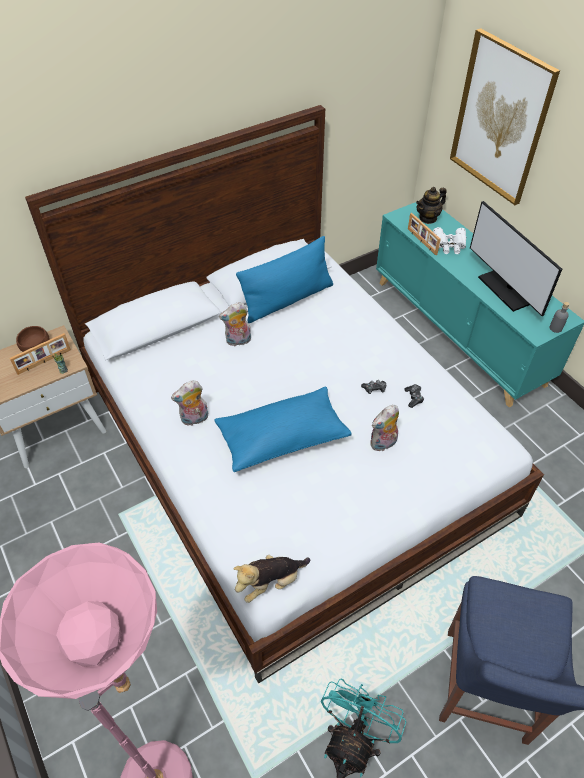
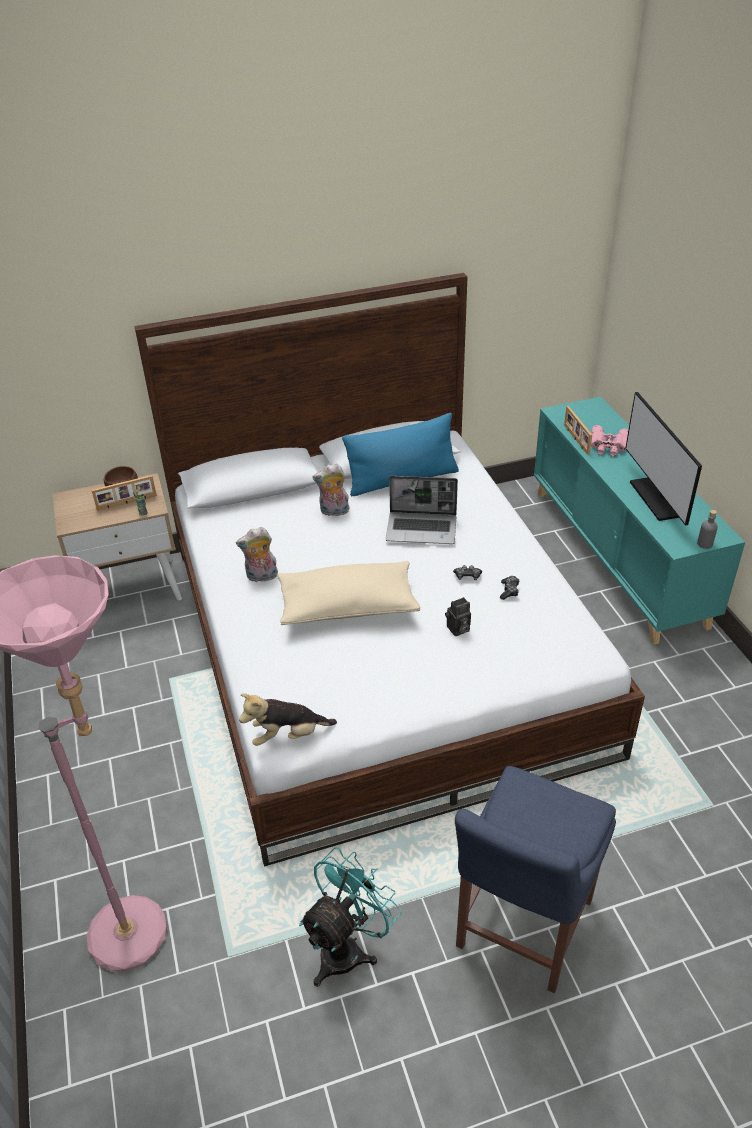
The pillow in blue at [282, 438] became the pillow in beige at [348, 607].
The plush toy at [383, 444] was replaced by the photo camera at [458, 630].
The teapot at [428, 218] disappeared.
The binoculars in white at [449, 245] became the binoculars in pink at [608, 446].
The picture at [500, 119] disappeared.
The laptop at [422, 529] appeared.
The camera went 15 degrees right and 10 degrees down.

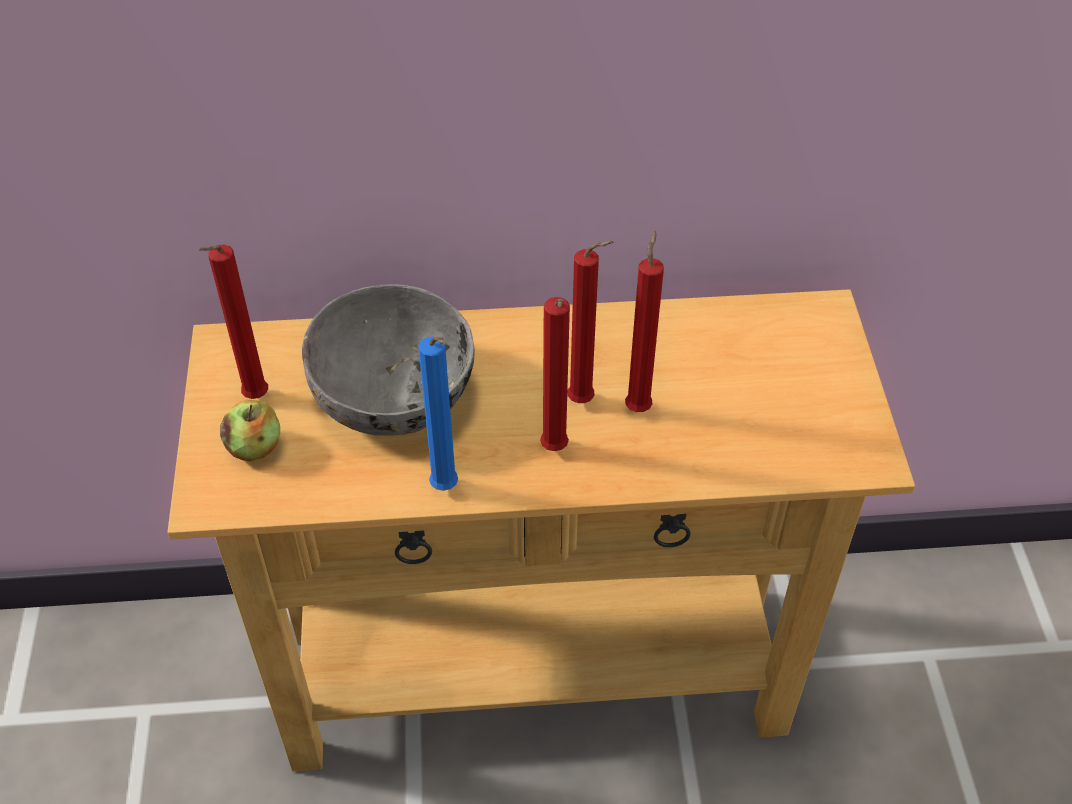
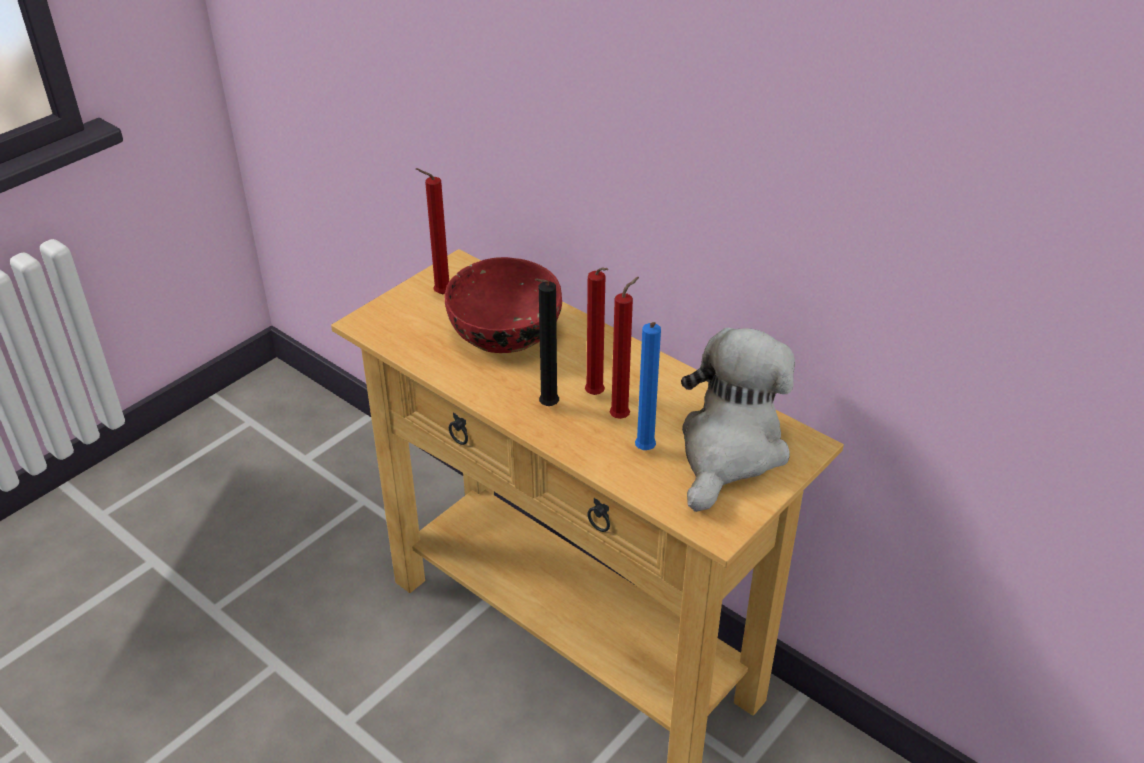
The apple at [255, 447] disappeared.
The bowl in grey at [394, 396] became the bowl in red at [504, 334].
The candle in blue moved from [446, 490] to [644, 452].
The candle in red at [554, 451] became the candle in black at [546, 407].
The plush toy at [729, 450] appeared.
The camera went 45 degrees right and 10 degrees down.

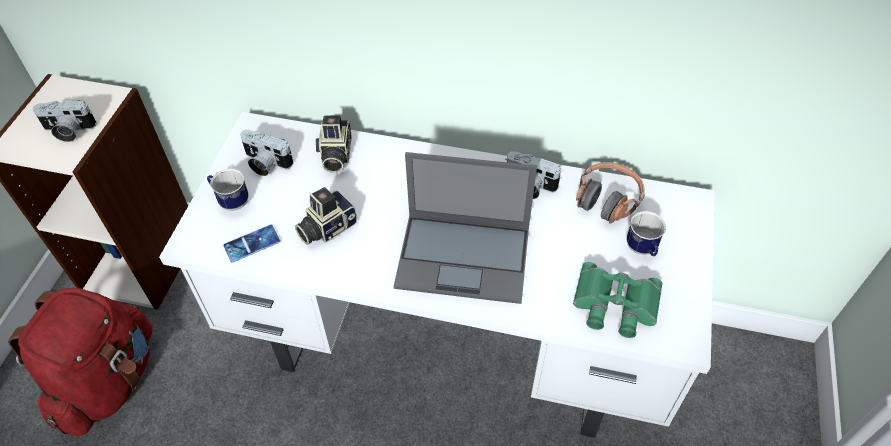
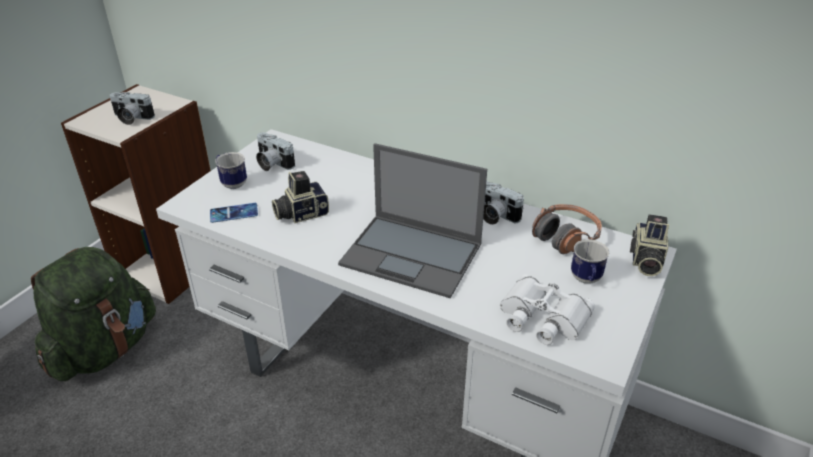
The backpack in red at [108, 381] became the backpack in green at [105, 349].
The photo camera moved from [335, 155] to [645, 260].
The binoculars in green at [614, 305] became the binoculars in white at [541, 317].
The camera went 15 degrees right and 15 degrees down.

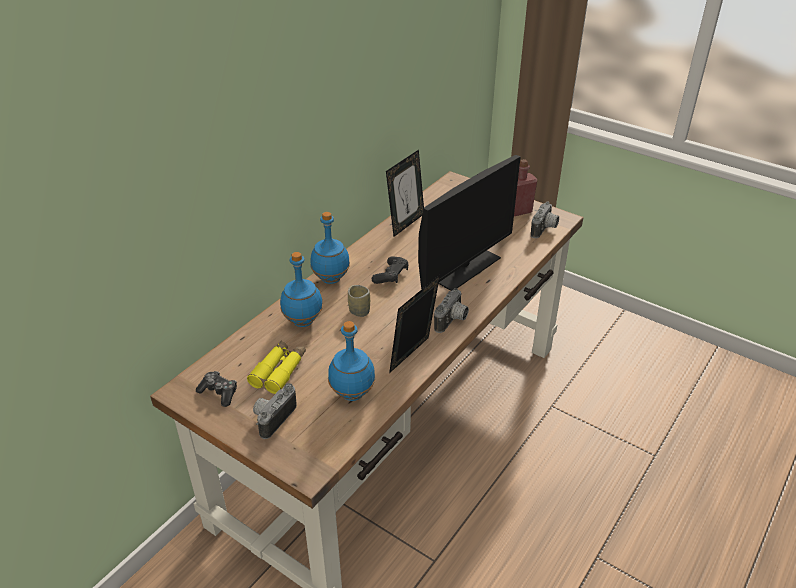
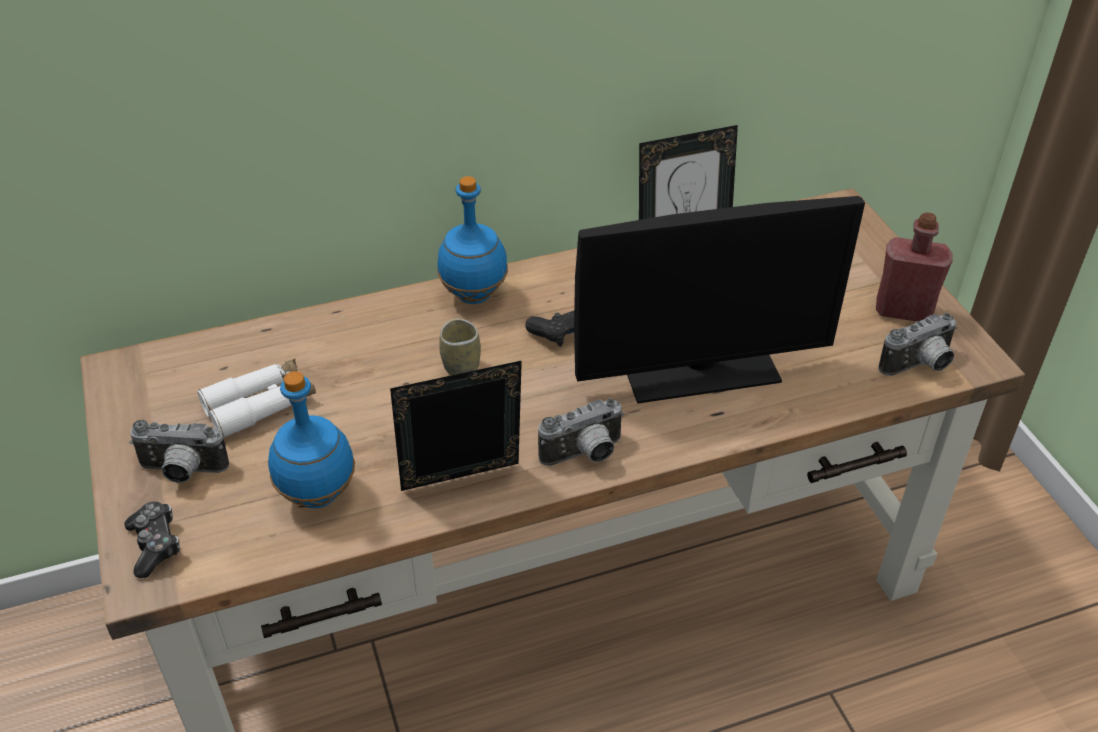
The game controller moved from [219, 392] to [155, 544].
The binoculars in yellow at [279, 371] became the binoculars in white at [260, 405].
The photo camera at [273, 418] turned 150 degrees counterclockwise.
The bottle in blue at [303, 321] disappeared.
The camera went 35 degrees right and 5 degrees up.

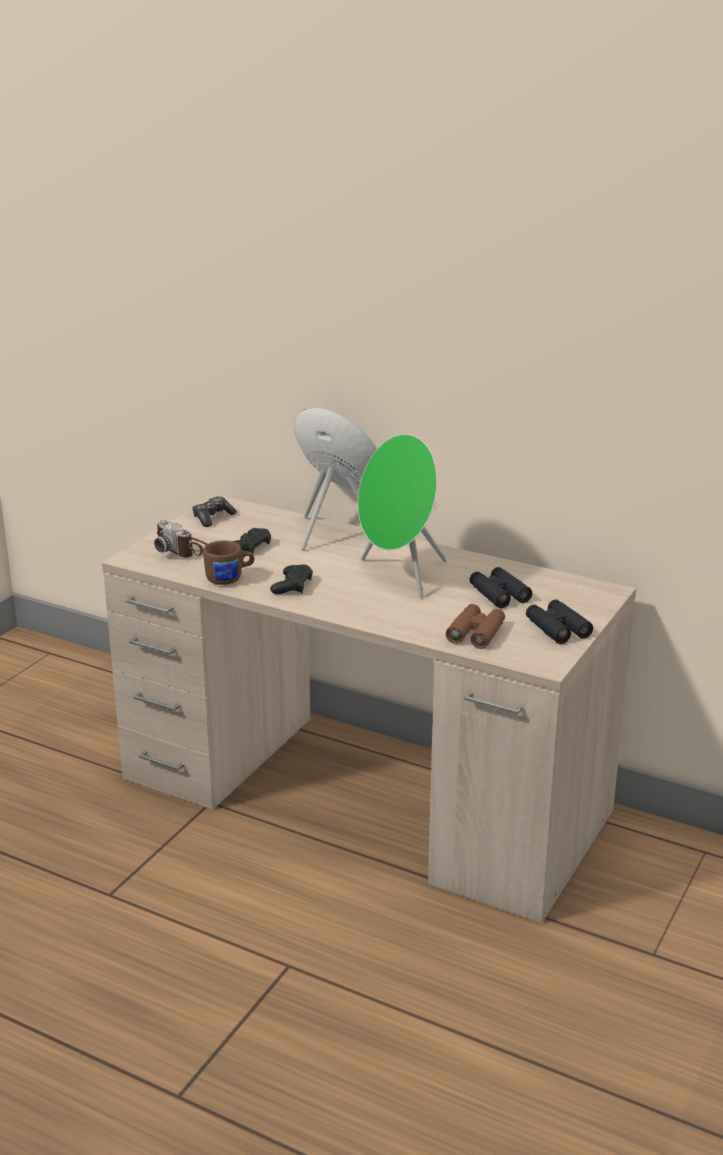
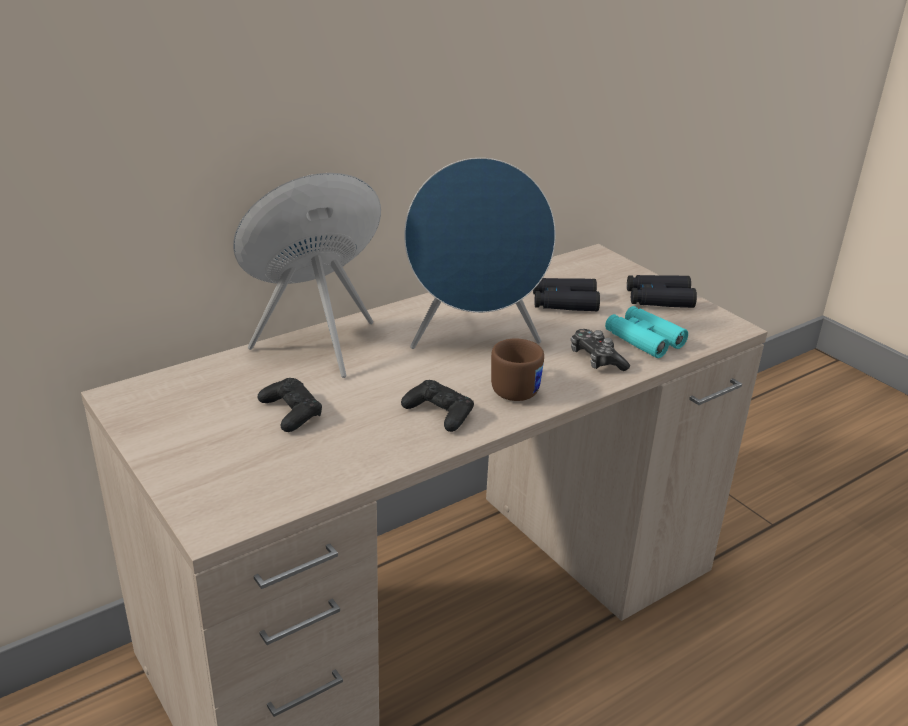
The photo camera at [182, 548] disappeared.
The game controller moved from [212, 518] to [596, 359].
The mug in brown moved from [230, 579] to [516, 387].
The speaker in green at [400, 575] became the speaker in blue at [474, 338].
The binoculars in brown at [476, 633] became the binoculars in turquoise at [644, 339].
The camera went 65 degrees left and 5 degrees up.

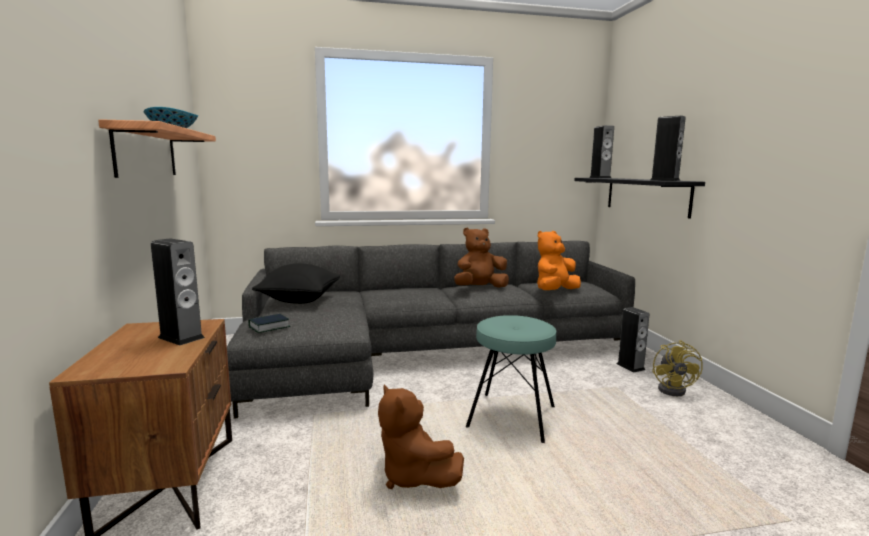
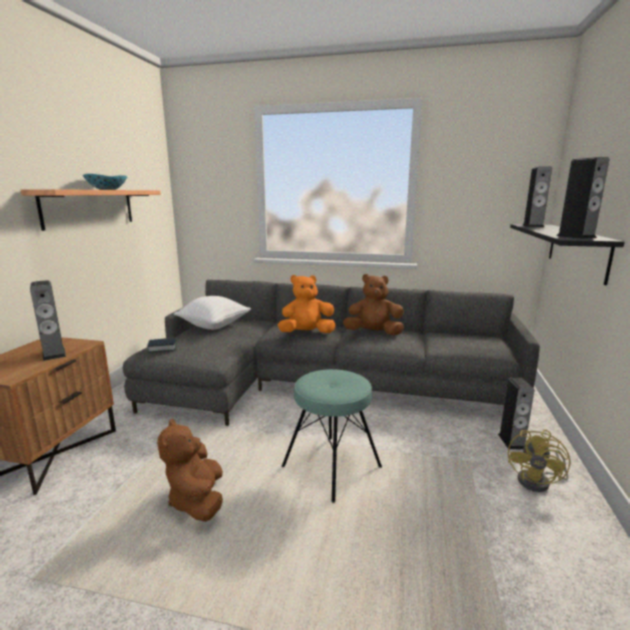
The pillow in black at [299, 300] became the pillow in white at [214, 326].
The plush toy in orange moved from [555, 291] to [306, 333].
The camera went 25 degrees right and 5 degrees up.

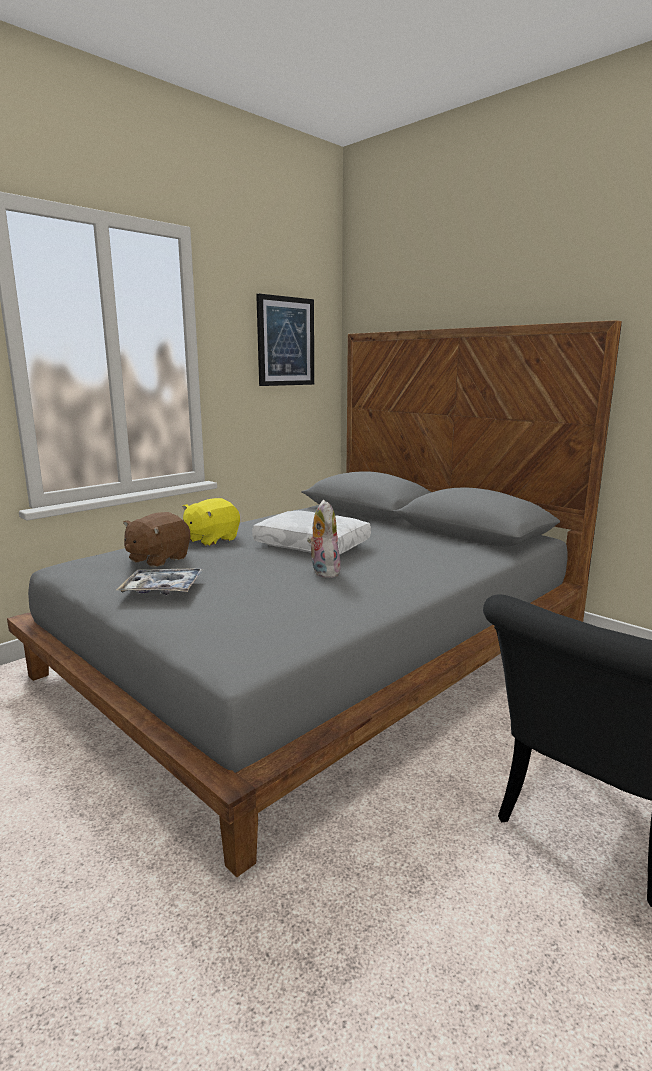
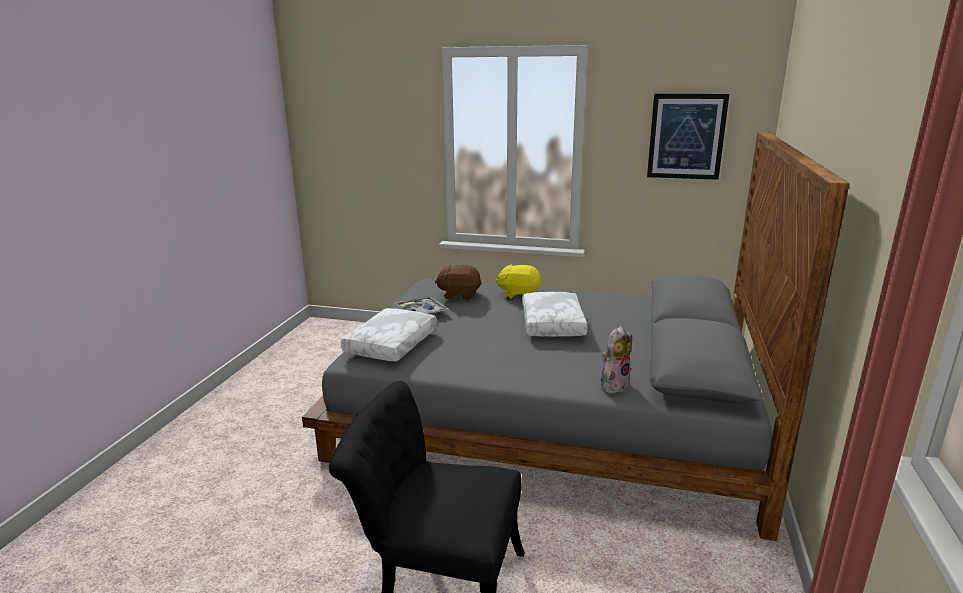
The plush toy moved from [323, 571] to [613, 385].
The pillow in white at [392, 345] appeared.
The camera went 60 degrees right and 5 degrees up.

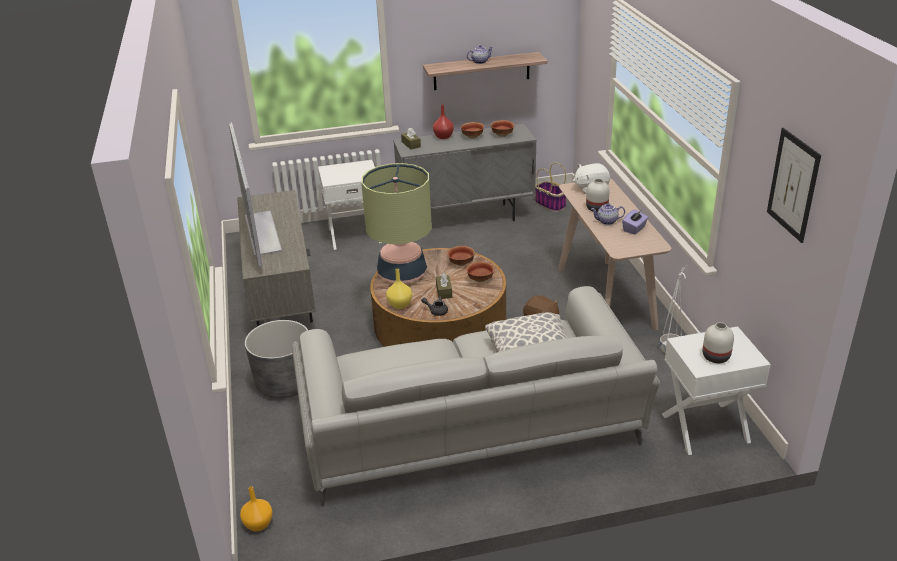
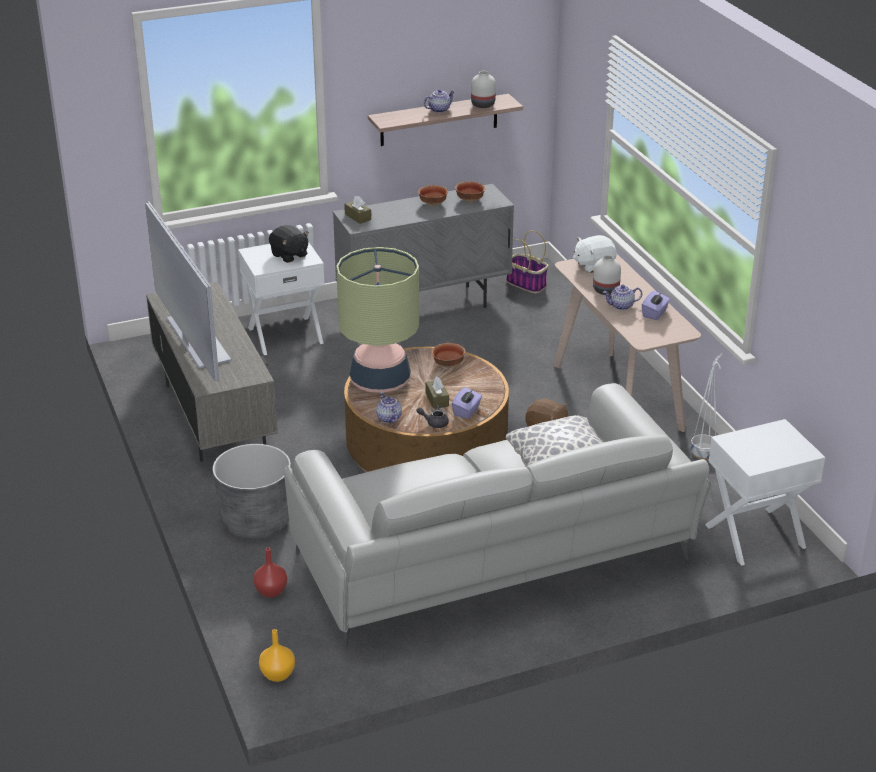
The vase in yellow at [399, 305] was replaced by the teapot at [388, 418].
The vase in red moved from [443, 137] to [270, 592].
The bowl at [480, 280] disappeared.
The vase in white moved from [716, 357] to [483, 105].
The picture at [793, 185] disappeared.
The plush toy in black at [289, 255] appeared.
The tissue box in purple at [467, 411] appeared.
The camera went 10 degrees left and 0 degrees up.

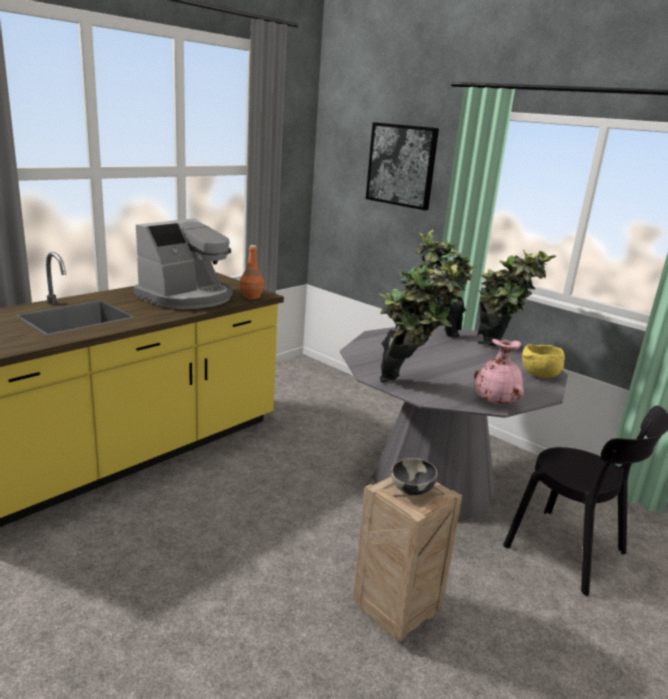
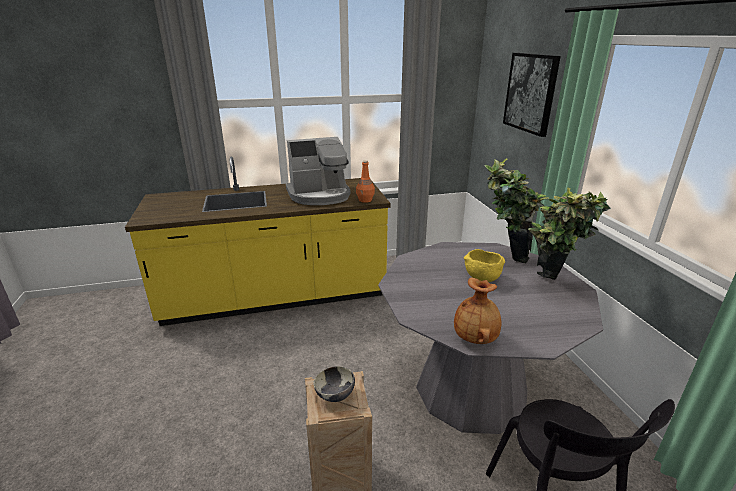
The potted plant at [408, 381] disappeared.
The vase in pink at [495, 402] became the vase in brown at [476, 338].
The bowl in yellow moved from [539, 376] to [481, 278].
The camera went 35 degrees right and 5 degrees up.

